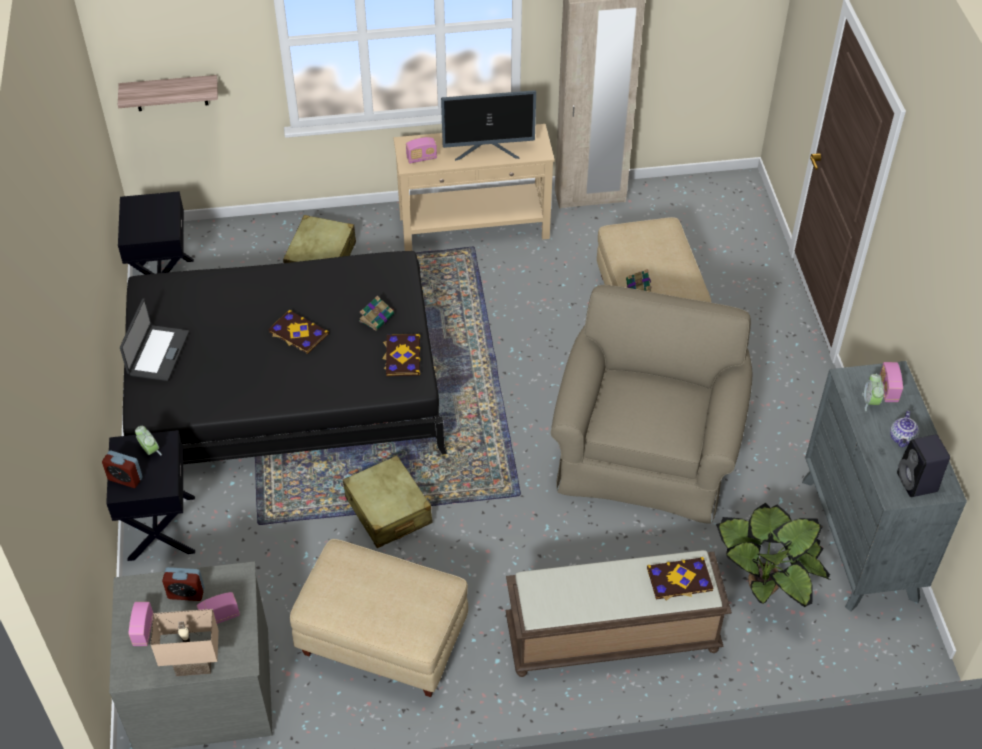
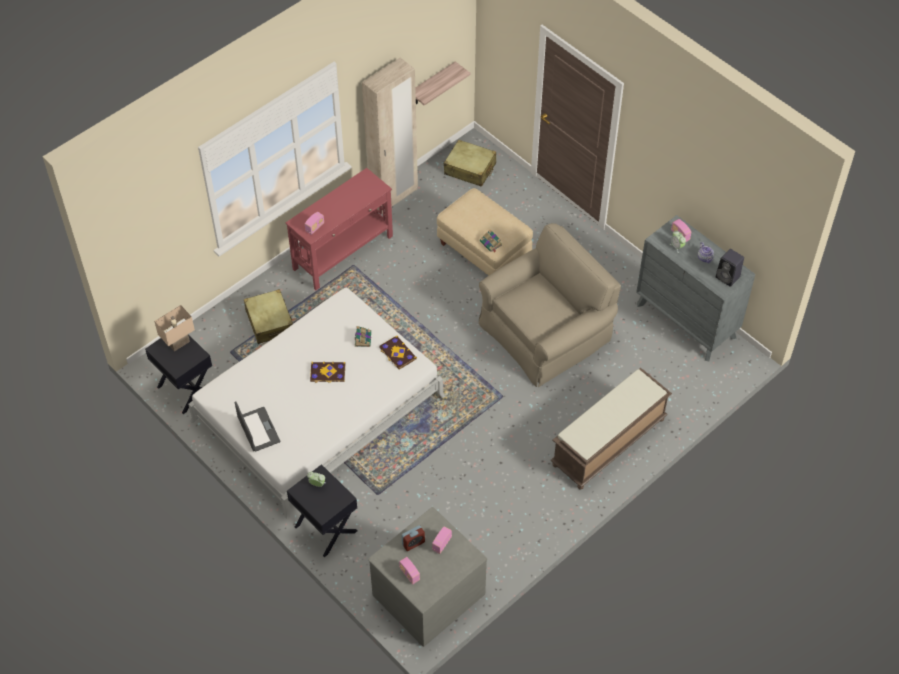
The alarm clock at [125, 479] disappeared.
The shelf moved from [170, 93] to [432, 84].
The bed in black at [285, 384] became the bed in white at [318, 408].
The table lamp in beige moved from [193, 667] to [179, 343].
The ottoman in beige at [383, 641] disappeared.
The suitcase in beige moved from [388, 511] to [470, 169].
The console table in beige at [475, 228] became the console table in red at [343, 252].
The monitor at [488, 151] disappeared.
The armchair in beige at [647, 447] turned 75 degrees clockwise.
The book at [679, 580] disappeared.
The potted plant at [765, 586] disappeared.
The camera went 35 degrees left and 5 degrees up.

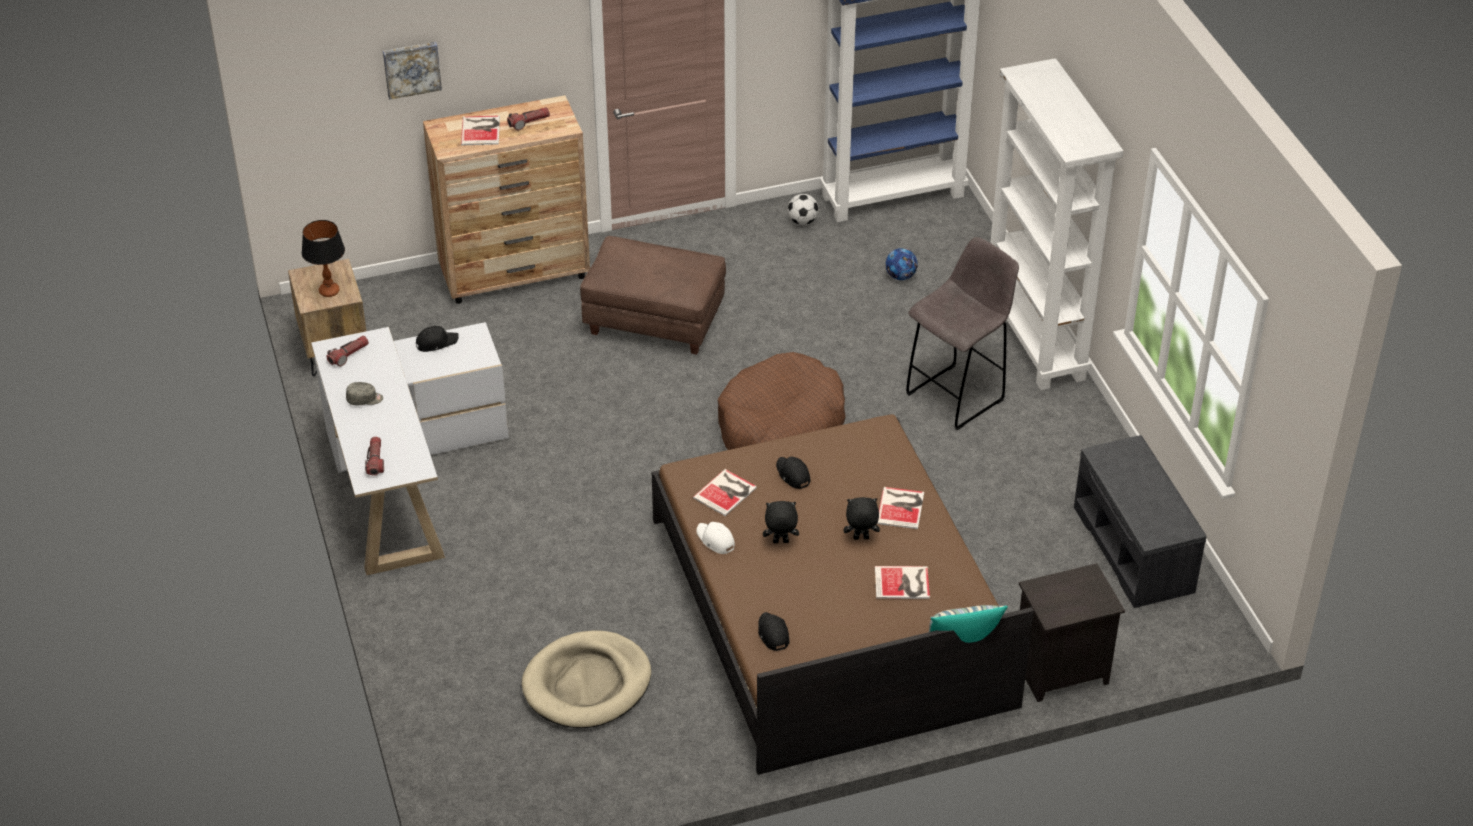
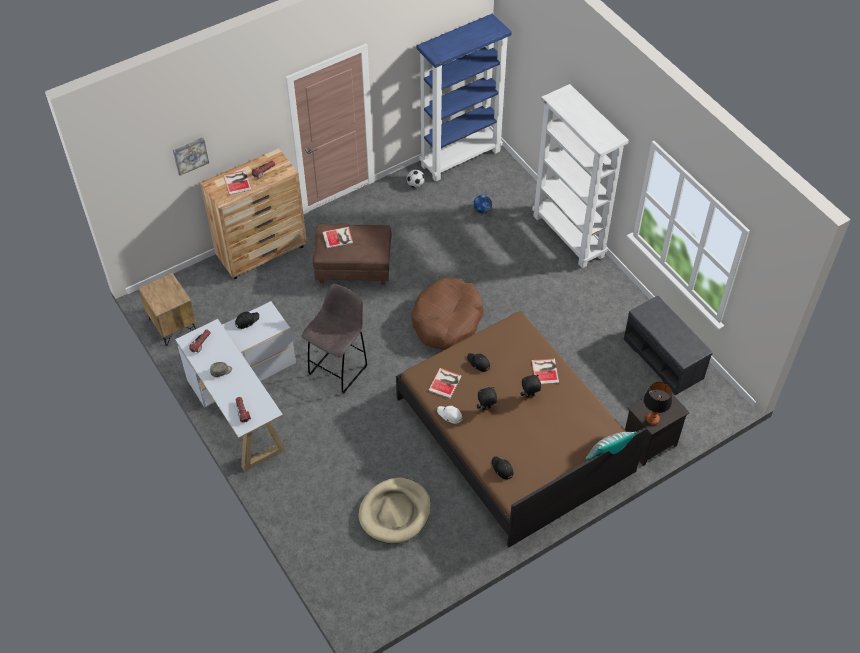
The table lamp moved from [329, 291] to [652, 419].
The book moved from [903, 583] to [338, 238].
The stool in grey moved from [957, 396] to [339, 369].
The camera went 15 degrees left and 10 degrees up.

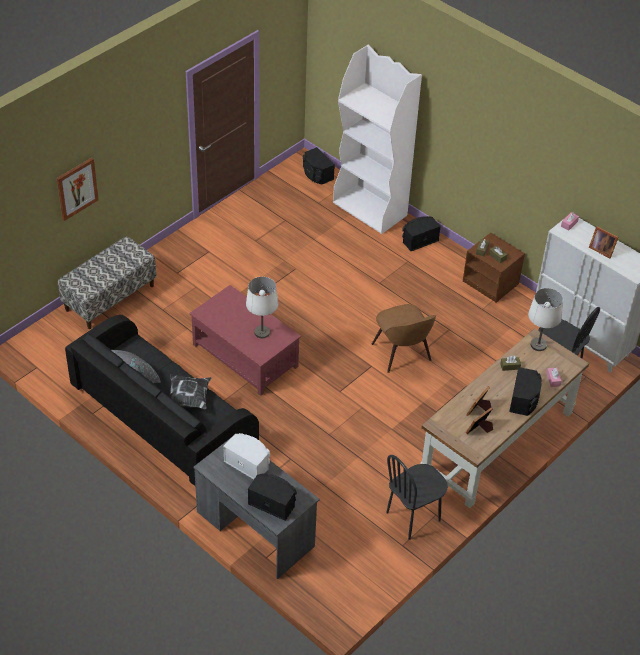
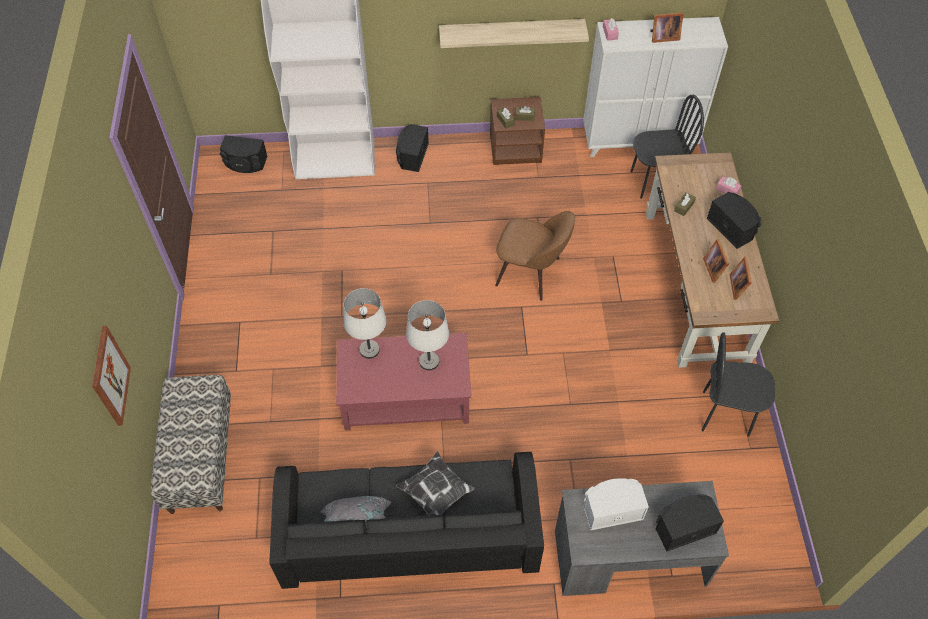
The chair in black at [413, 517] turned 90 degrees clockwise.
The table lamp in white moved from [538, 345] to [369, 349].
The shelf at [511, 32] appeared.
The camera went 45 degrees left and 10 degrees up.

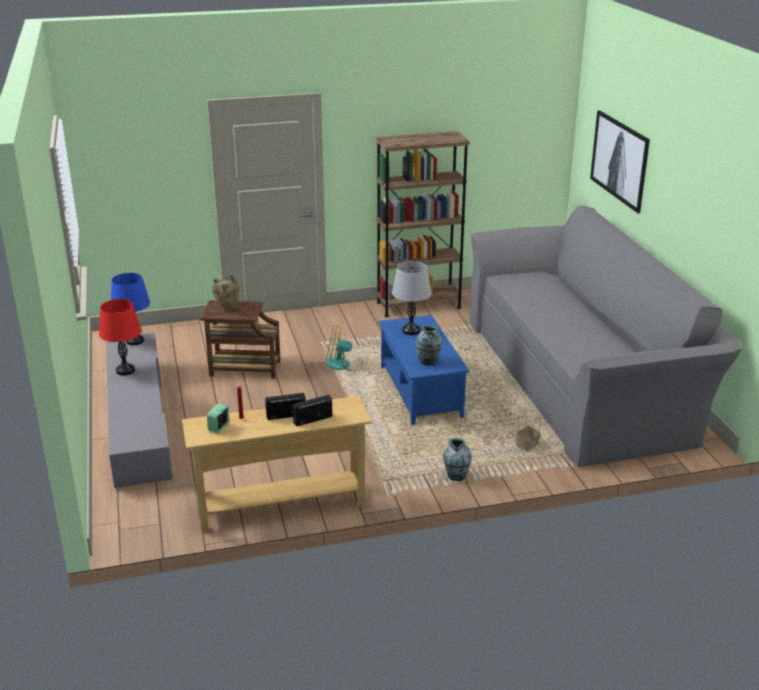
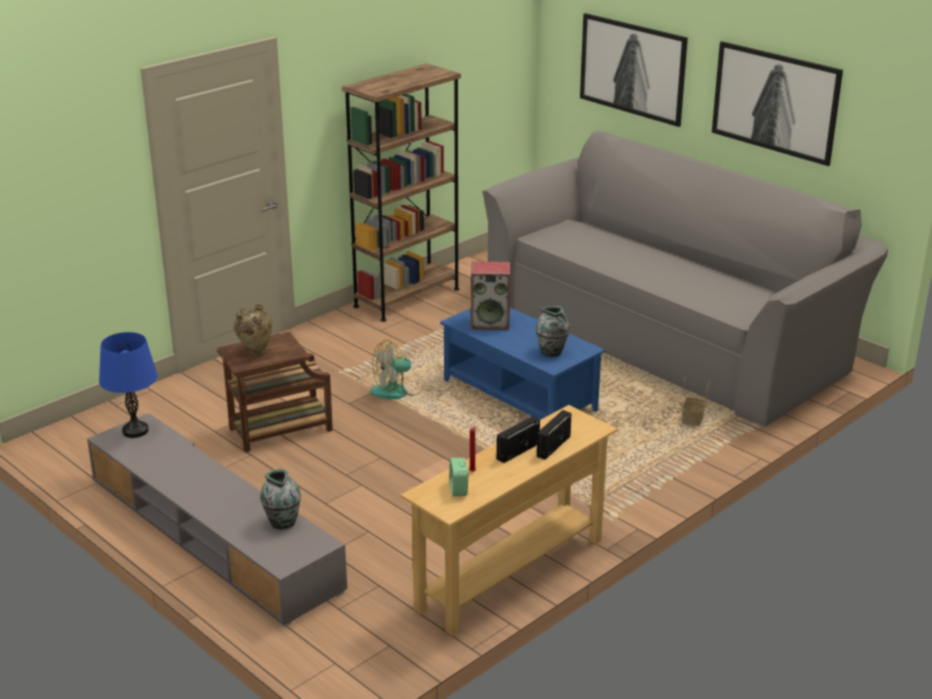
The table lamp in red at [125, 371] disappeared.
The table lamp in grey at [411, 330] was replaced by the speaker at [490, 322].
The vase moved from [456, 475] to [282, 522].
The picture at [775, 102] appeared.
The camera went 30 degrees left and 0 degrees up.

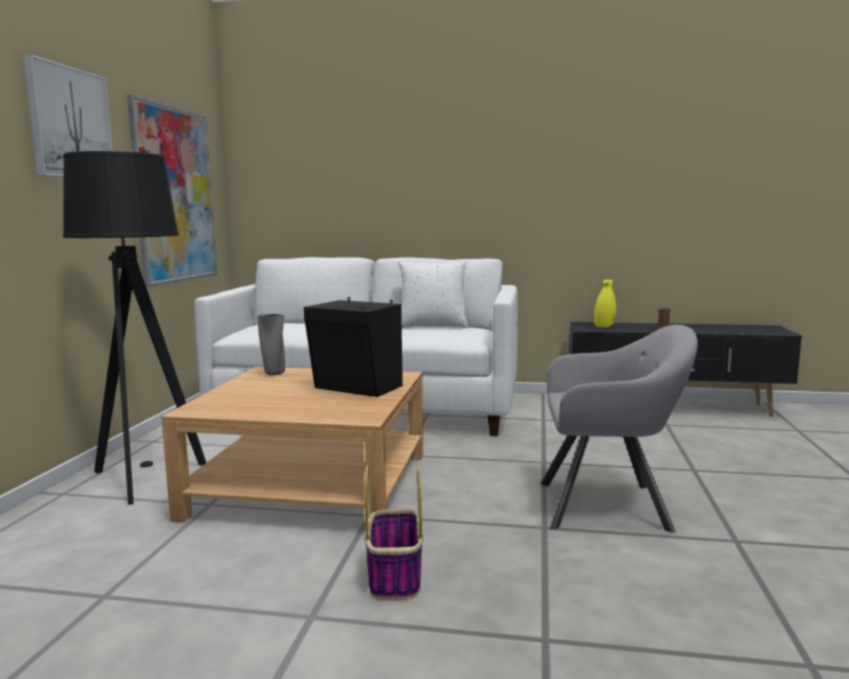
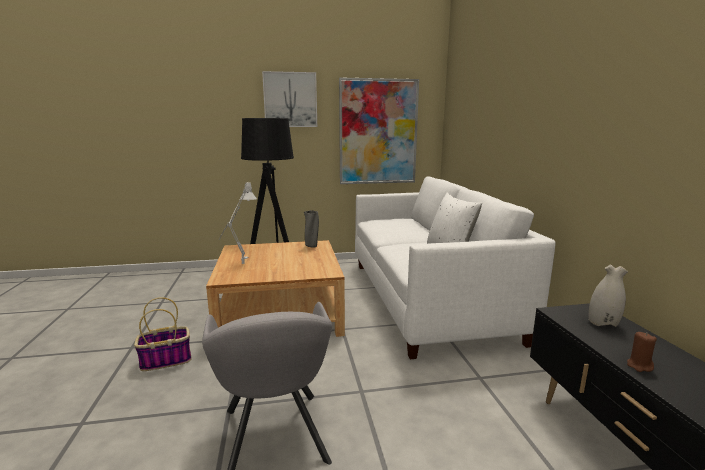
The speaker in black at [357, 388] disappeared.
The vase in yellow at [604, 325] became the vase in white at [603, 323].
The table lamp in grey at [241, 266] appeared.
The camera went 70 degrees right and 5 degrees up.

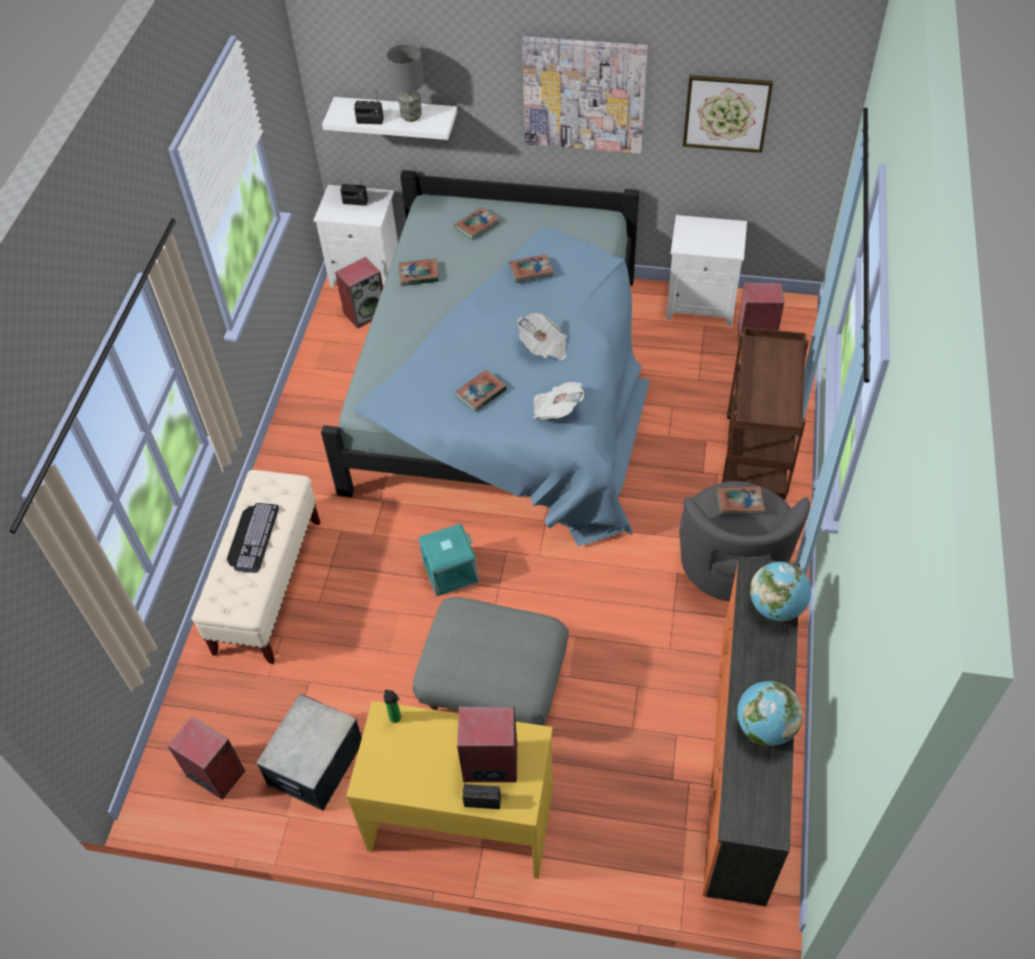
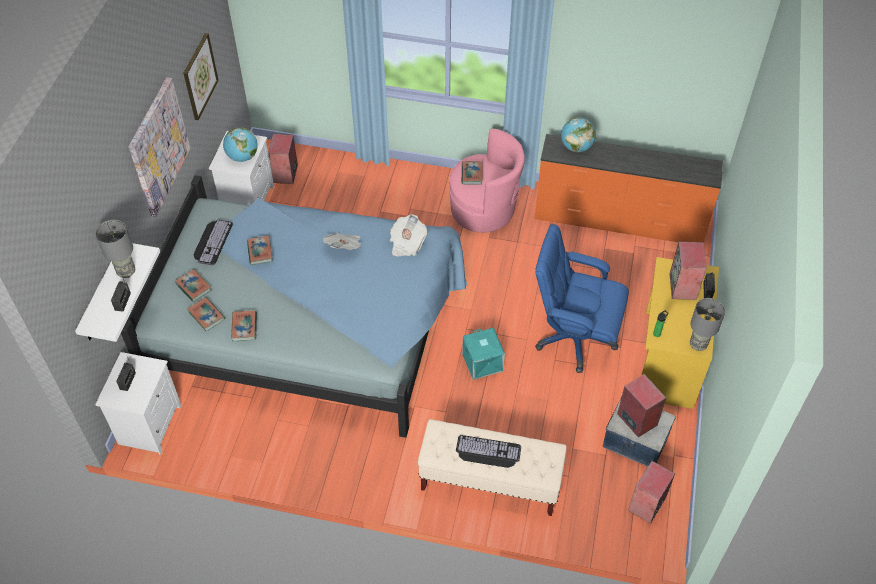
The speaker moved from [365, 312] to [636, 419].
The ottoman in grey at [495, 686] was replaced by the office chair in blue at [574, 338].
The book moved from [481, 393] to [206, 315].
The armchair in grey at [732, 565] became the armchair in pink at [484, 209].
The cart in brown at [756, 460] disappeared.
The globe moved from [764, 727] to [242, 157].
The keyboard at [212, 241] appeared.
The table lamp in grey at [698, 345] appeared.
The camera went 90 degrees left and 0 degrees up.

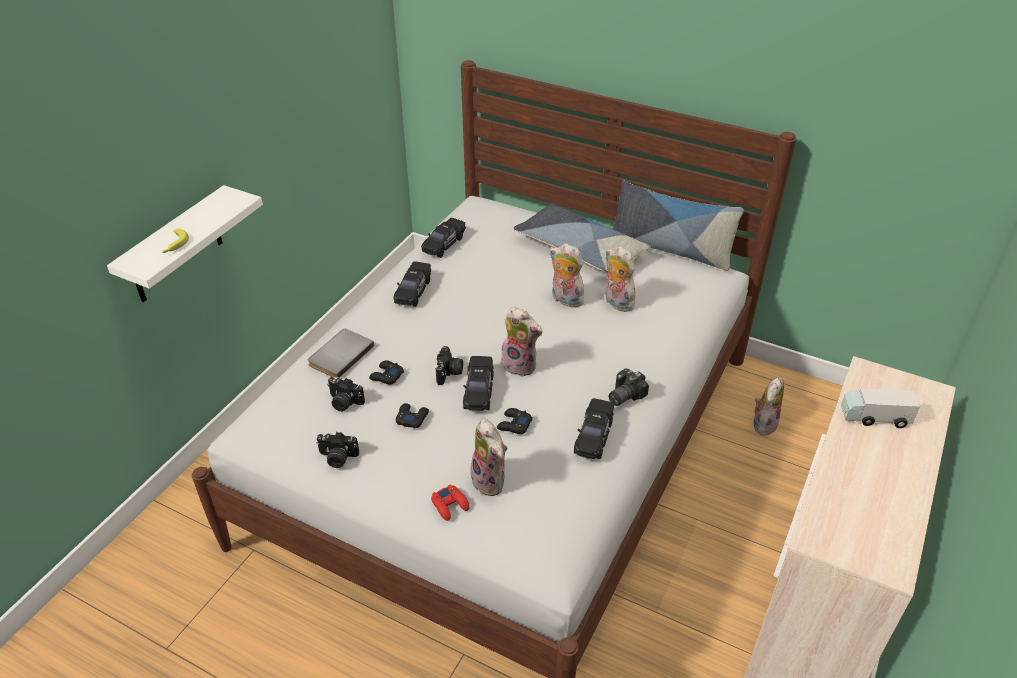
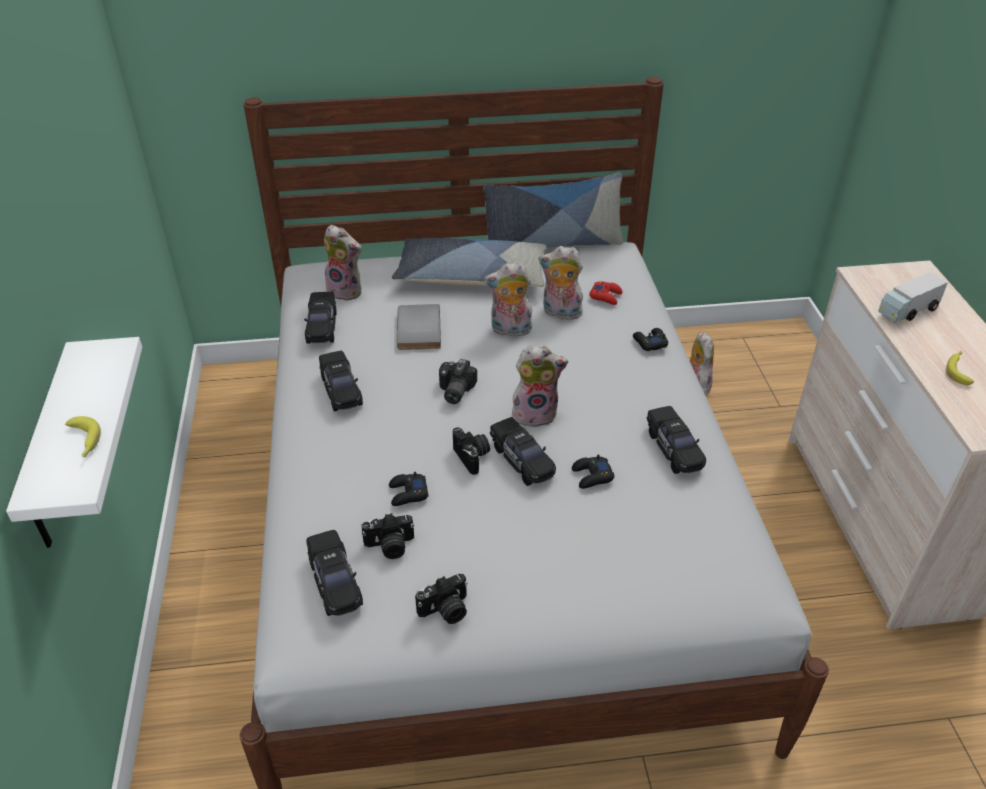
The book in grey moved from [339, 355] to [416, 329].
The game controller in black moved from [412, 418] to [649, 342].
The game controller in red moved from [450, 505] to [606, 296].
The plush toy moved from [491, 481] to [347, 291].
The photo camera moved from [623, 395] to [454, 391].
The toy car in black at [335, 582] appeared.
The banana at [959, 370] appeared.
The camera went 35 degrees left and 0 degrees up.

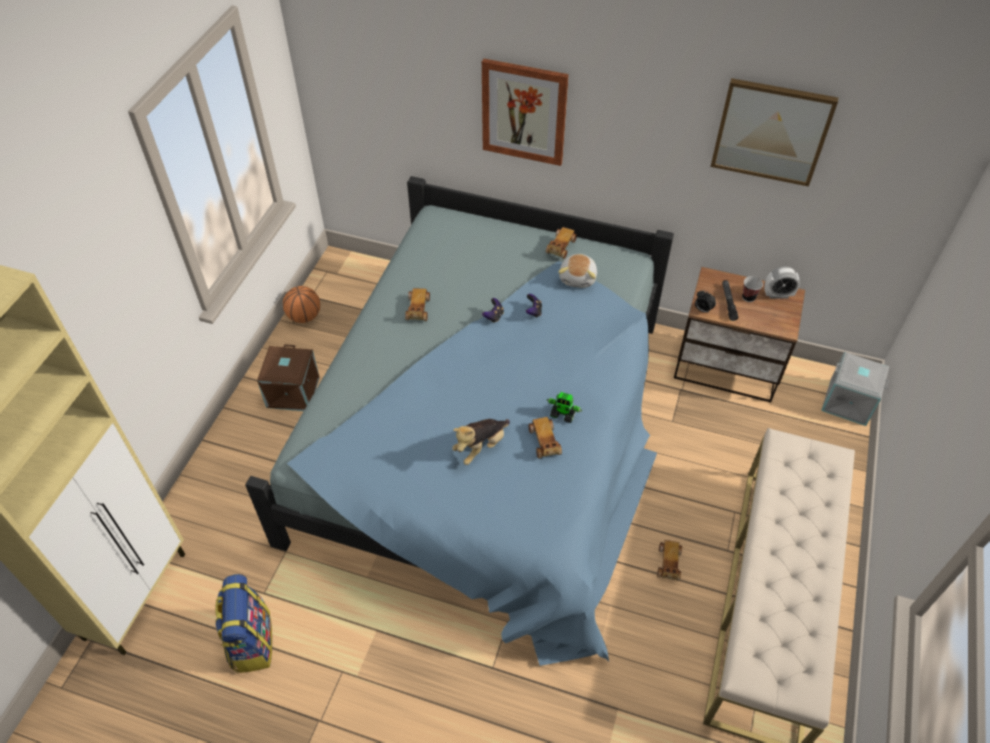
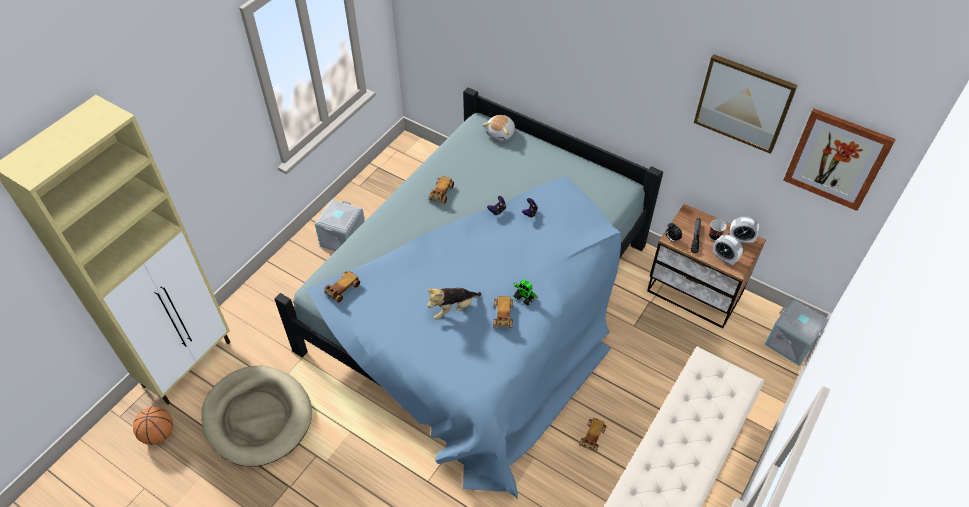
The backpack at [251, 641] was replaced by the dog bed in beige at [258, 417].
The storage box in brown at [294, 392] became the storage box in grey at [344, 239].
The basketball moved from [304, 317] to [159, 434].
The picture moved from [524, 112] to [836, 159].
The toy car moved from [560, 247] to [342, 289].
The plush toy moved from [578, 278] to [501, 133].
The alarm clock at [724, 258] appeared.
The camera went 15 degrees right and 0 degrees up.

